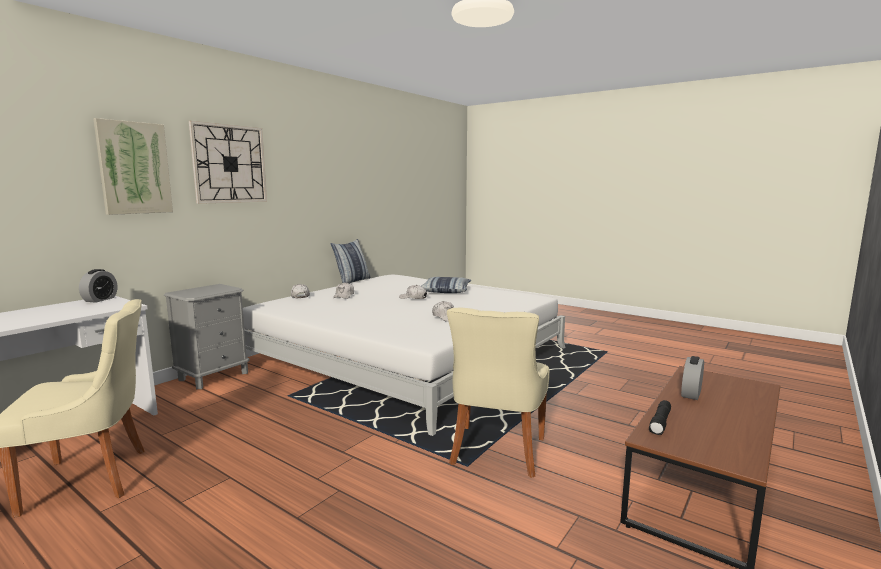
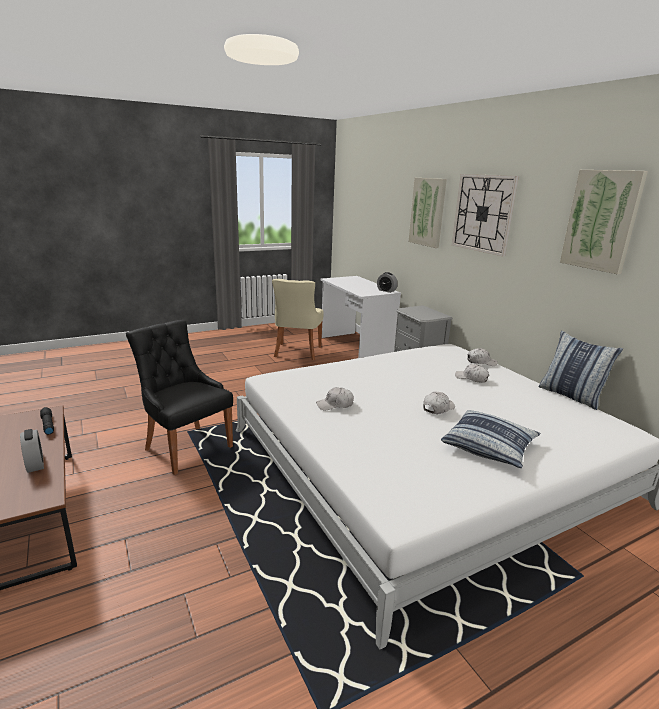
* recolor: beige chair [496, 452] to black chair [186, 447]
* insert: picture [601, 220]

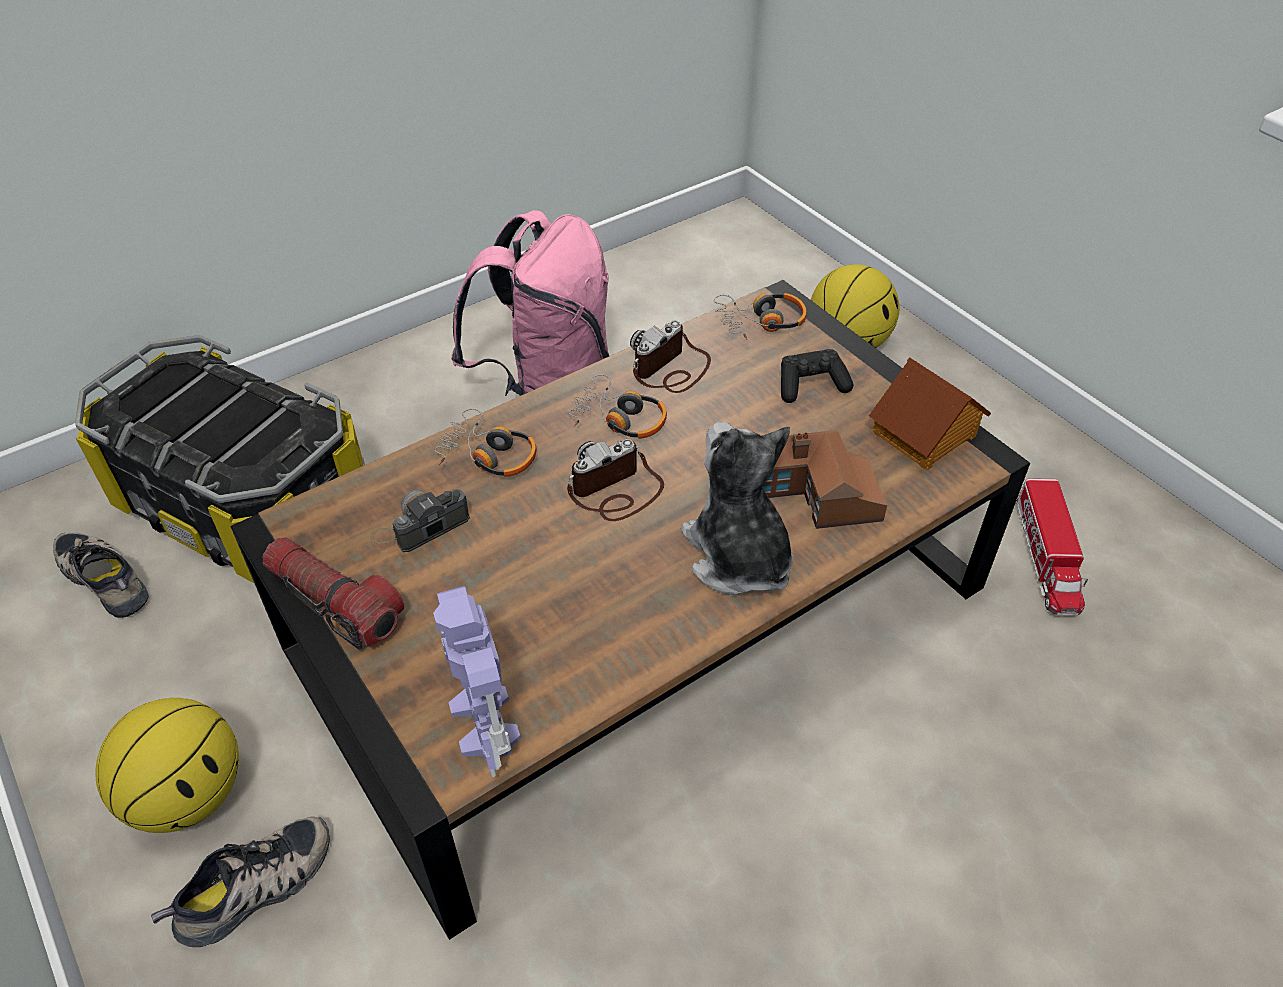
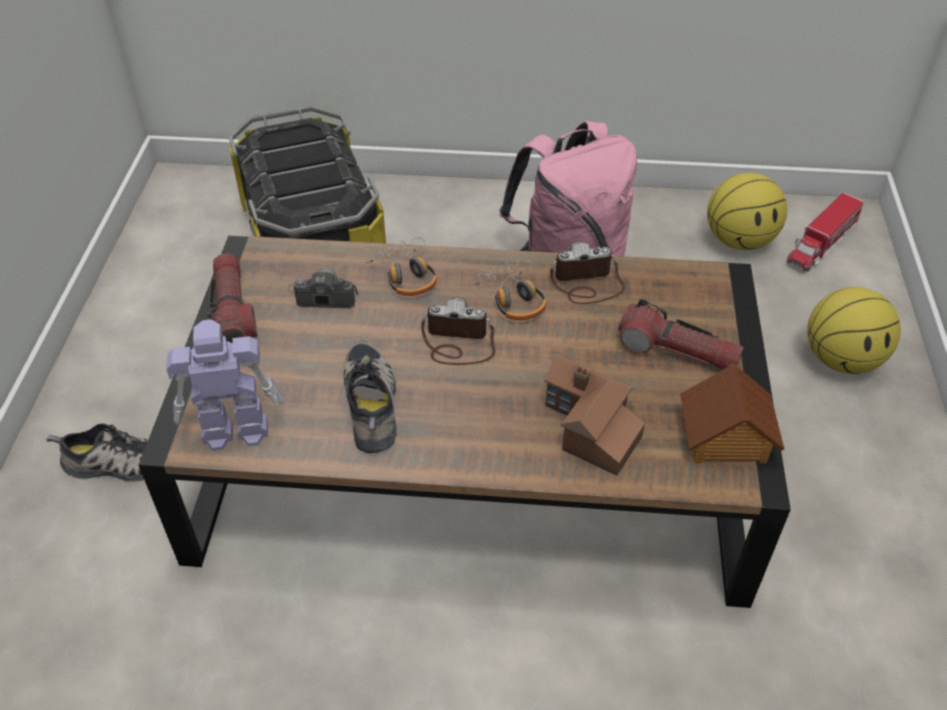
* delete: headphones [760, 322]
* replace: black game controller [810, 385] to flashlight [677, 351]
* delete: plush toy [738, 556]
* move: toy truck [1046, 558] to [821, 243]
* move: shoe [107, 578] to [373, 403]
* rotate: toy robot [485, 724] = [233, 431] 60 degrees clockwise
* move: basketball [190, 794] to [739, 241]

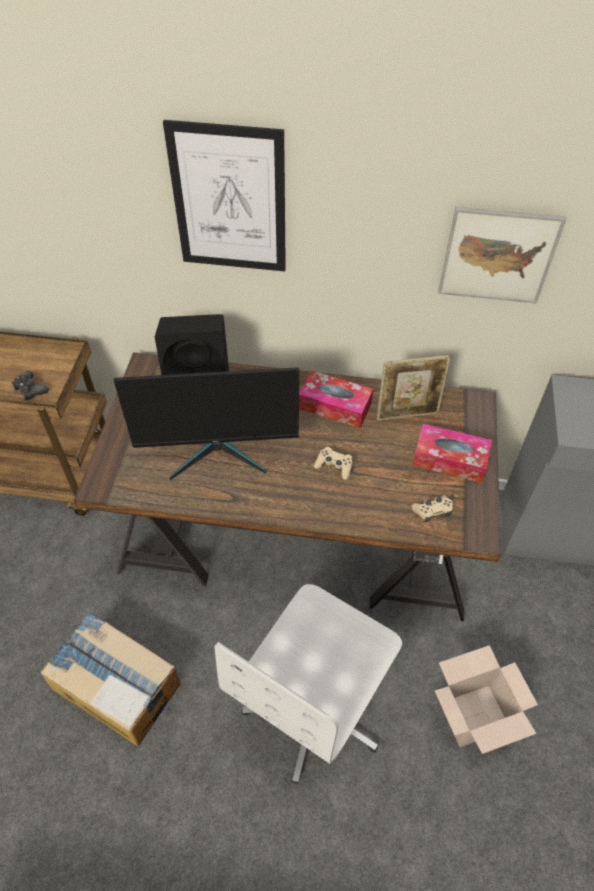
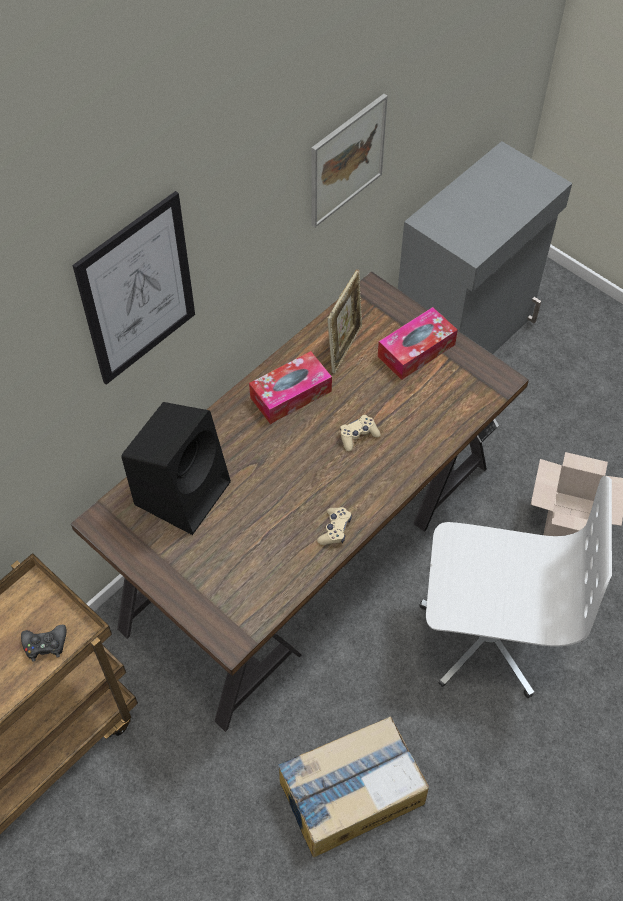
* delete: monitor [218, 452]
* move: beige game controller [432, 511] to [335, 529]
* rotate: white office chair [315, 709] = [487, 634] 60 degrees counterclockwise

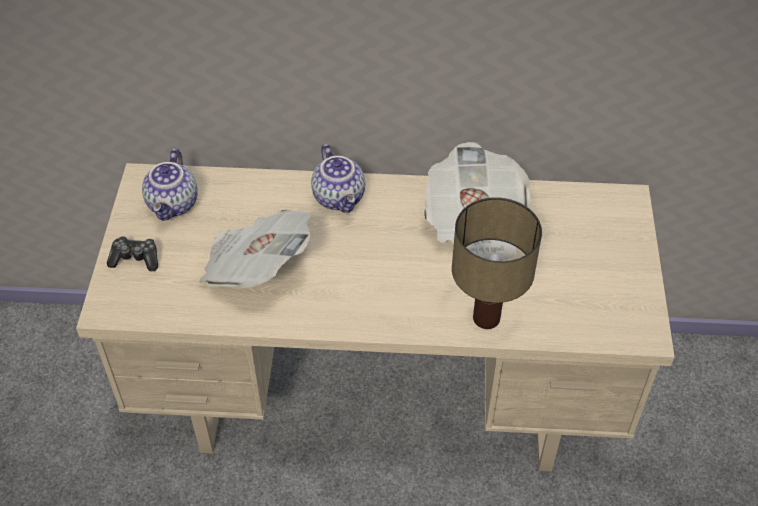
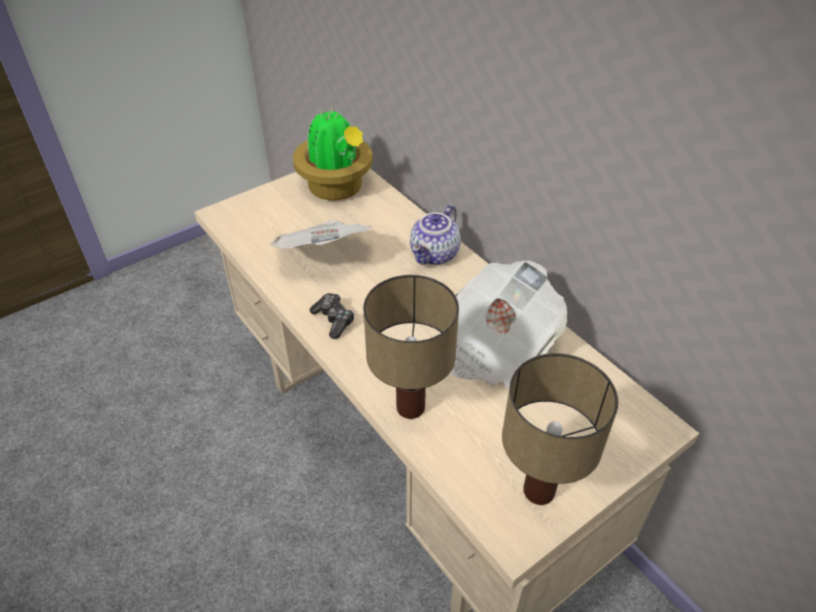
* replace: teapot [174, 205] to potted plant [337, 188]
* move: game controller [135, 259] to [334, 320]
* insert: table lamp [539, 492]

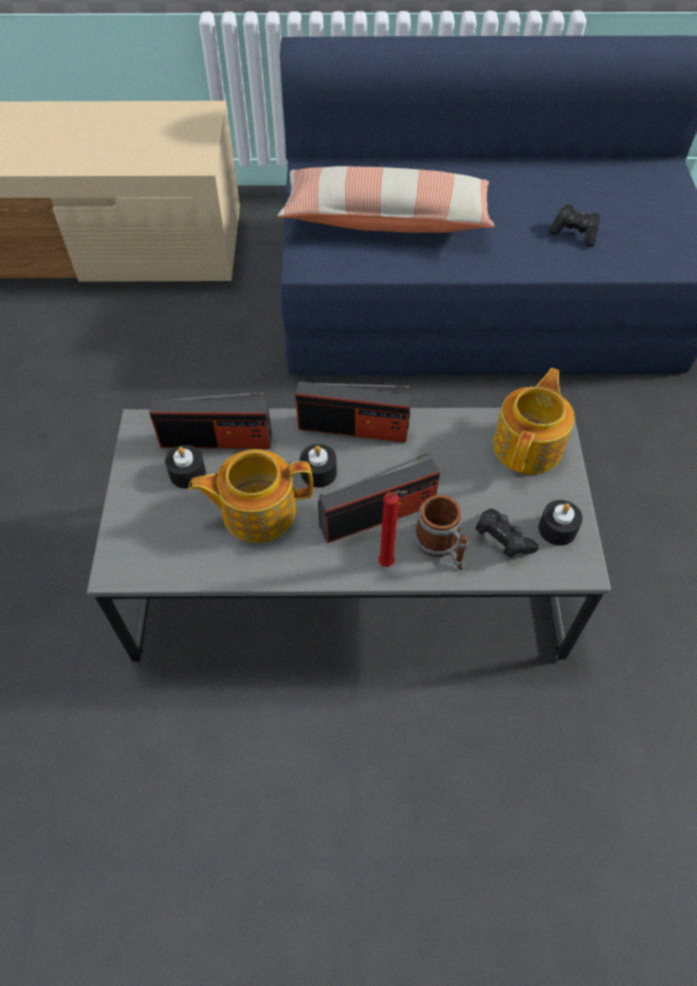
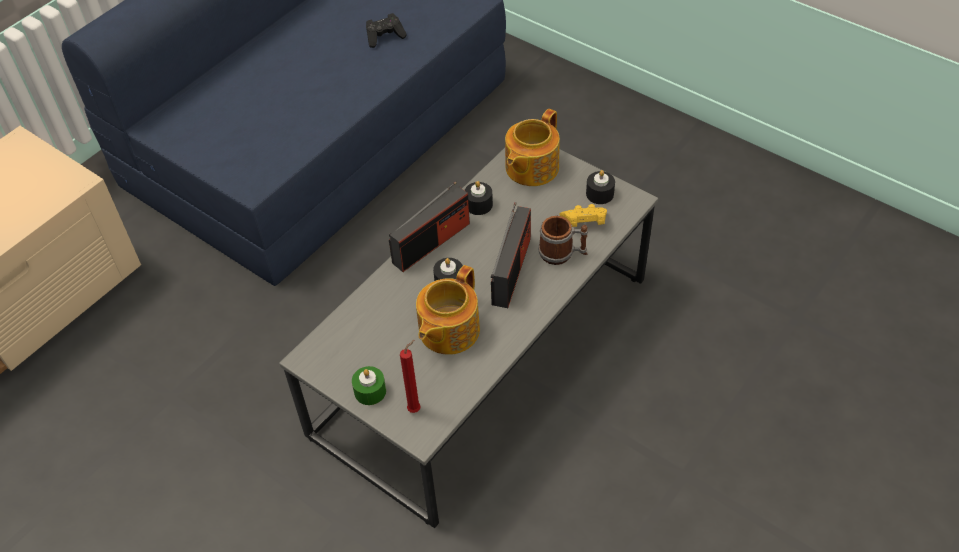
* delete: pillow [386, 219]
* rotate: teapot [529, 445] = [530, 168] 120 degrees counterclockwise
* delete: radio [216, 440]
* move: black candle [187, 473] to [478, 204]
* move: red candle [388, 563] to [416, 408]
* recolor: black game controller [502, 540] to yellow game controller [584, 223]
* insert: green candle [370, 391]

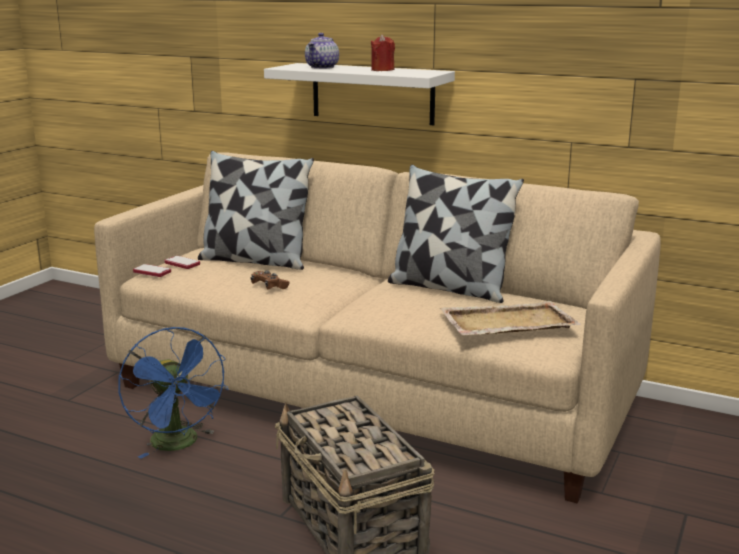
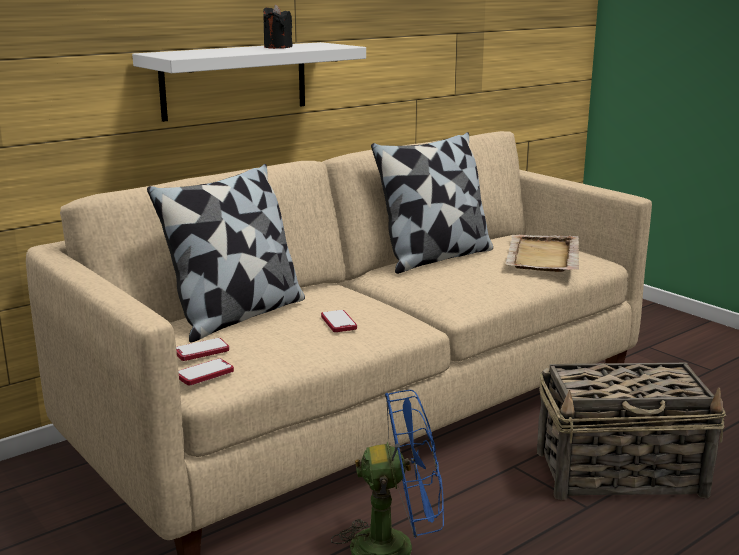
* delete: teapot [322, 67]
* recolor: red candle [382, 70] to black candle [278, 47]
* replace: brown game controller [269, 286] to phone [338, 322]

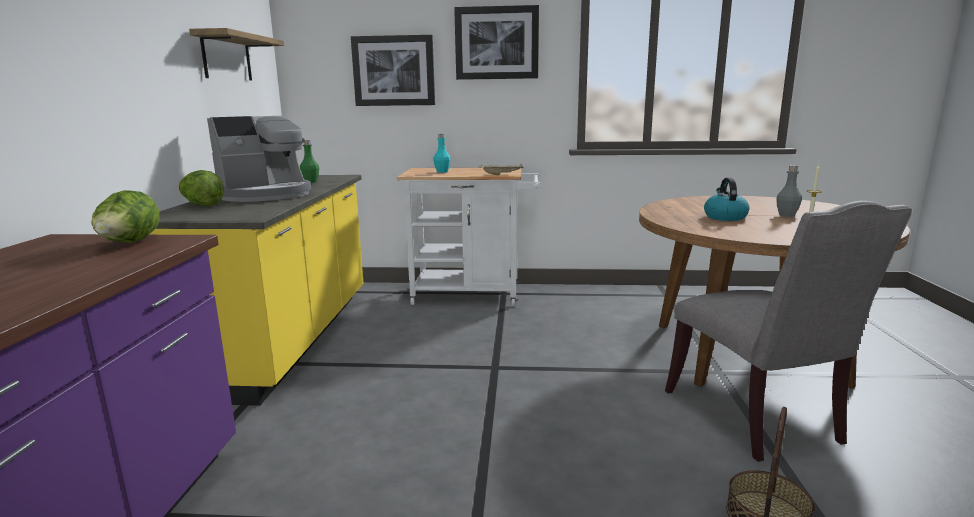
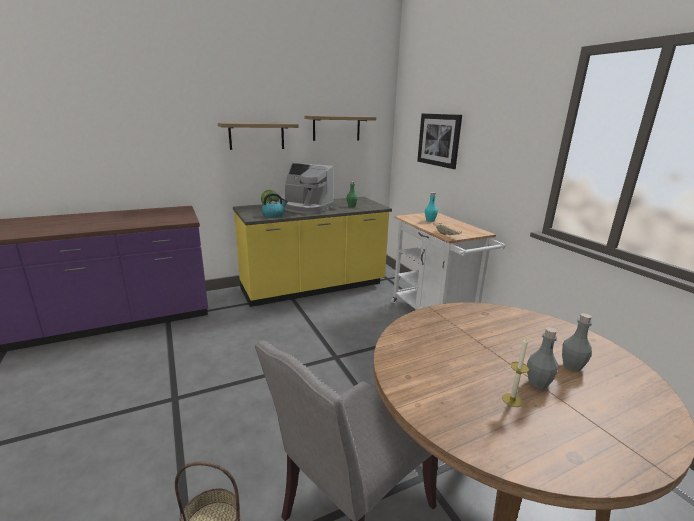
* delete: picture [496, 43]
* move: kettle [724, 217] to [274, 215]
* delete: lettuce [129, 243]
* insert: shelf [256, 136]
* insert: grey bottle [572, 366]

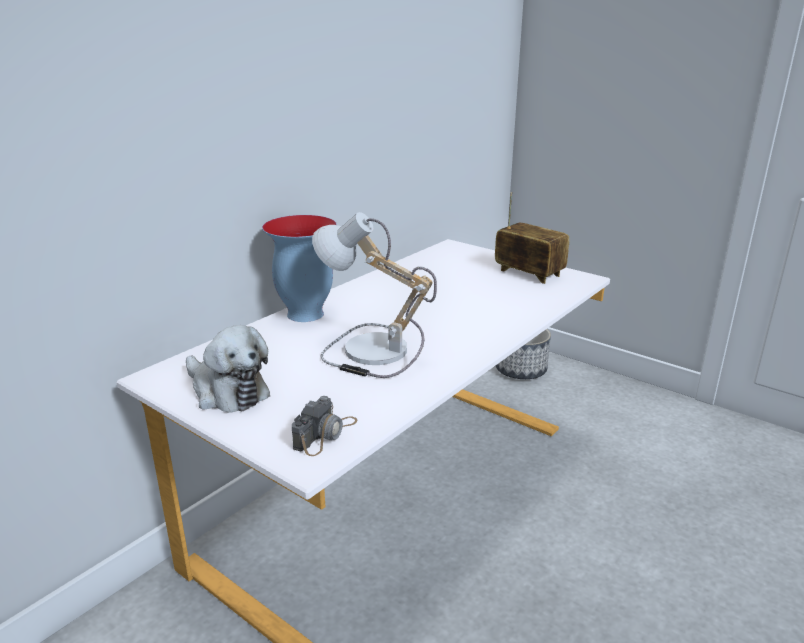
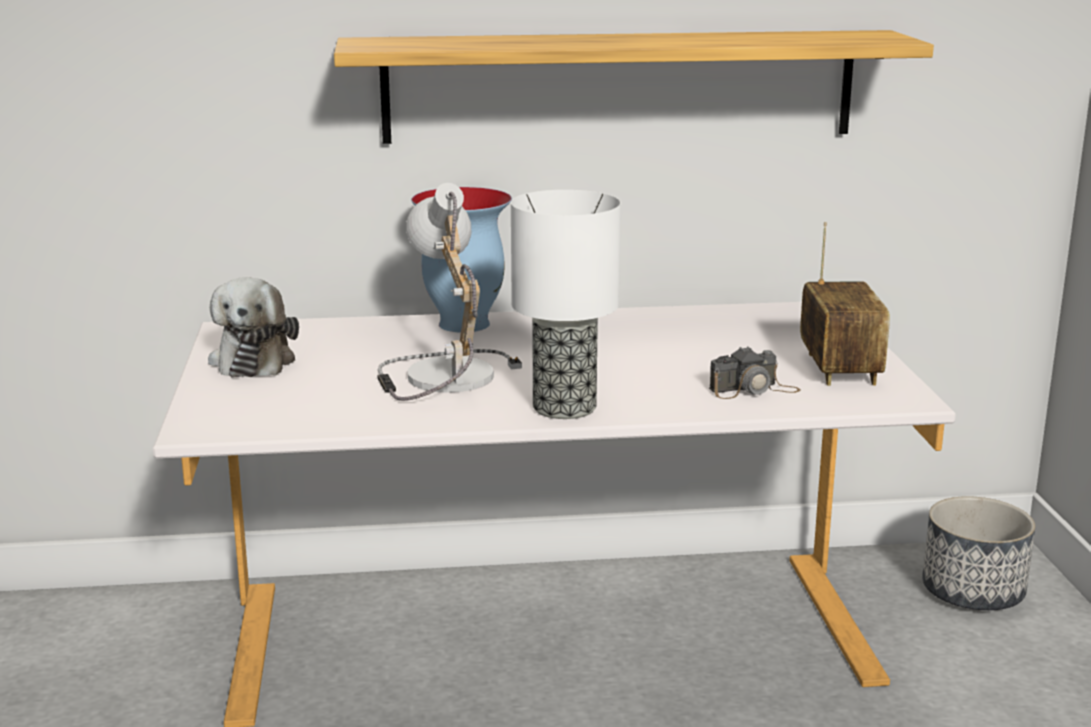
* move: photo camera [325, 434] to [754, 390]
* insert: shelf [619, 86]
* insert: table lamp [564, 408]

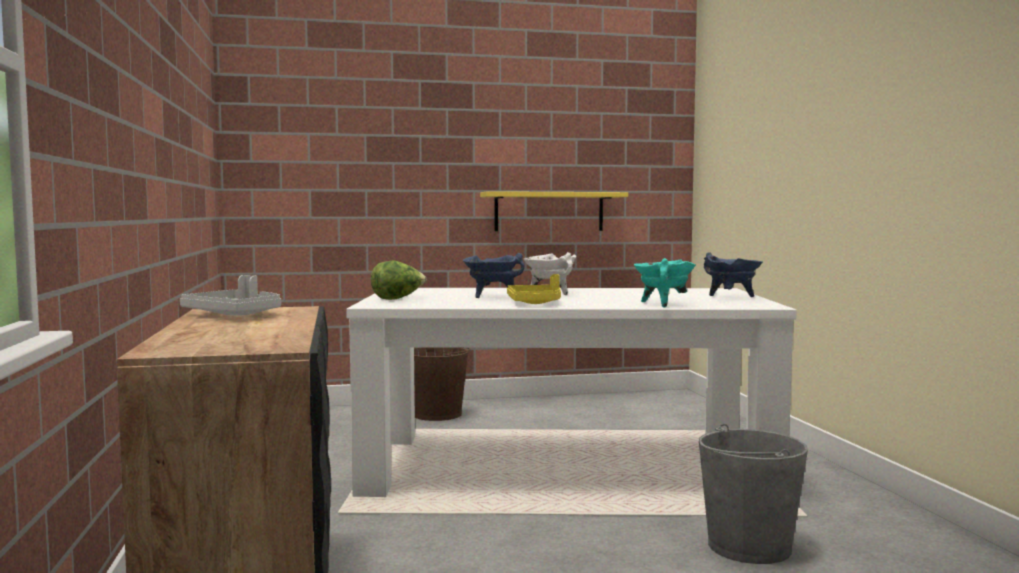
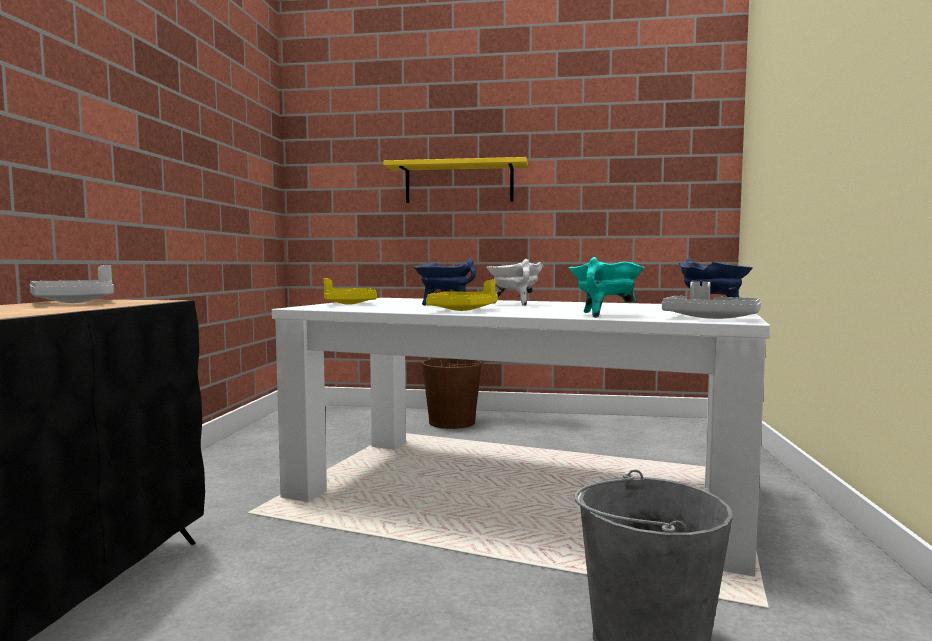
* move: yellow shelf [549, 211] to [459, 183]
* replace: lettuce [397, 299] to yellow tray [348, 304]
* insert: grey tray [710, 318]

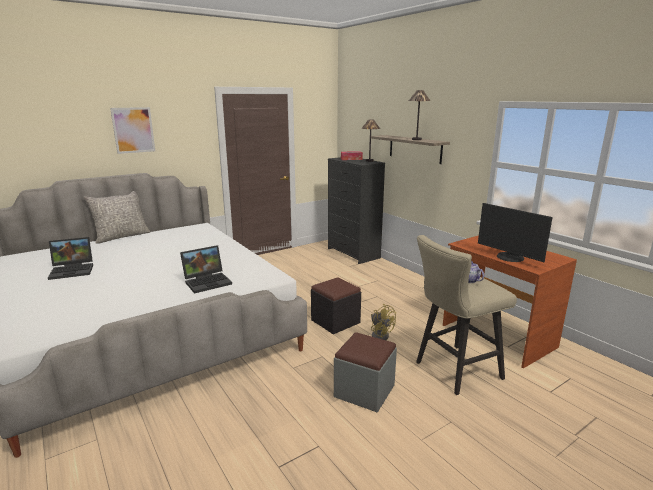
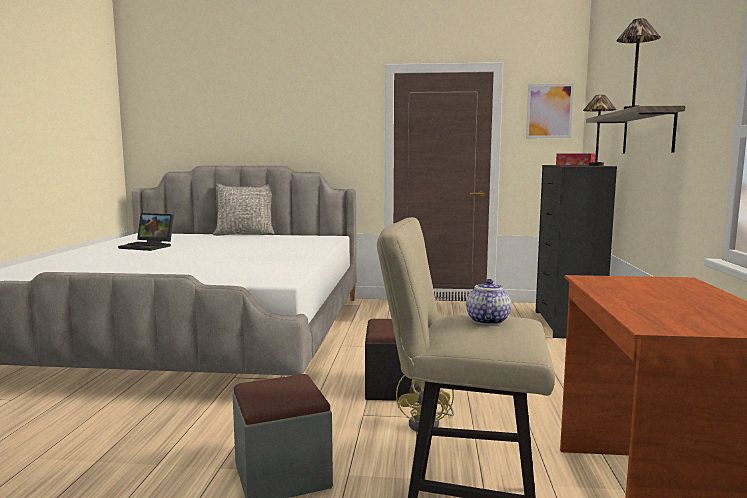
* move: picture [133, 130] to [549, 111]
* delete: monitor [509, 257]
* delete: laptop [208, 281]

